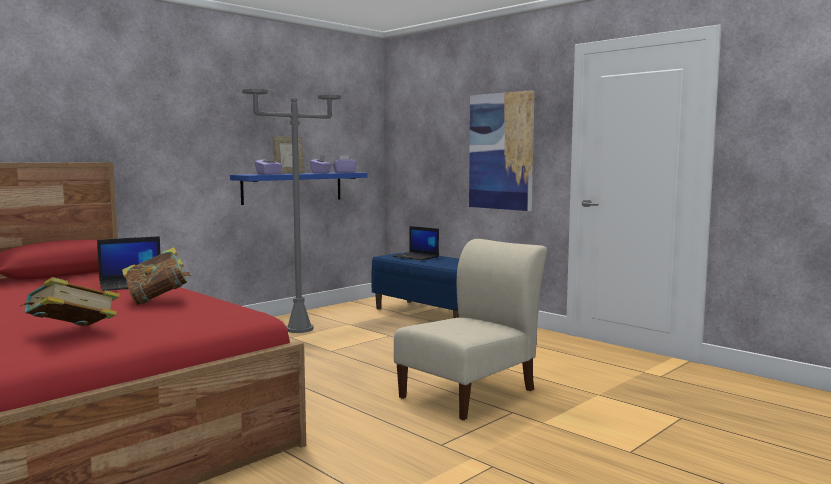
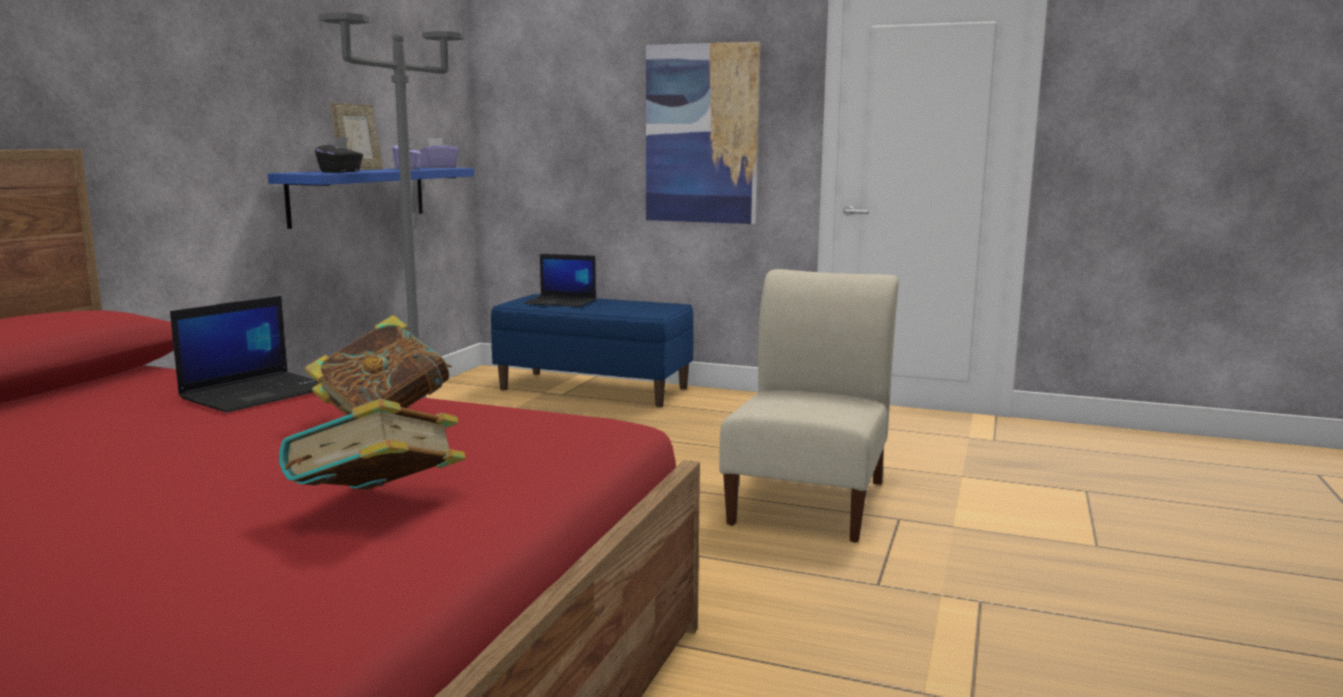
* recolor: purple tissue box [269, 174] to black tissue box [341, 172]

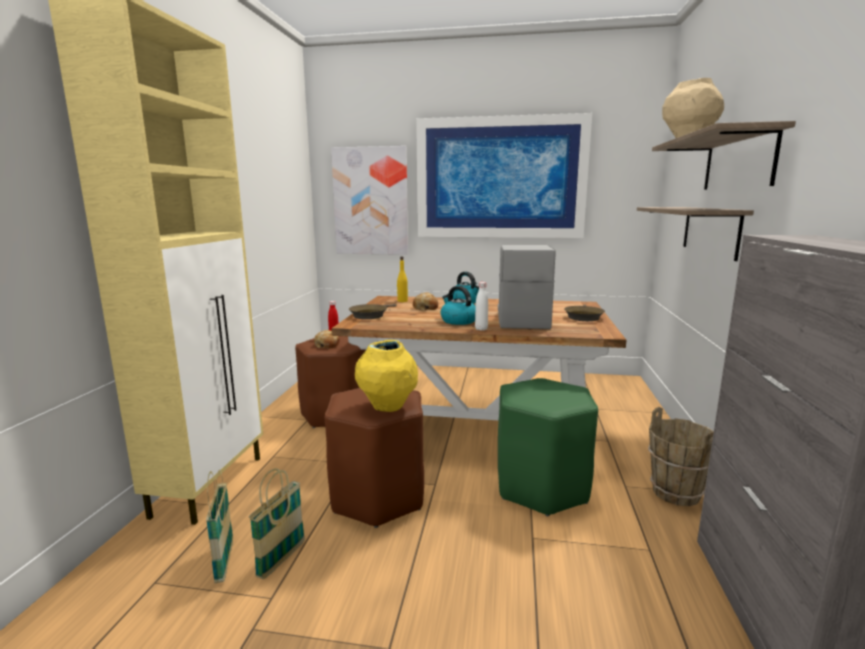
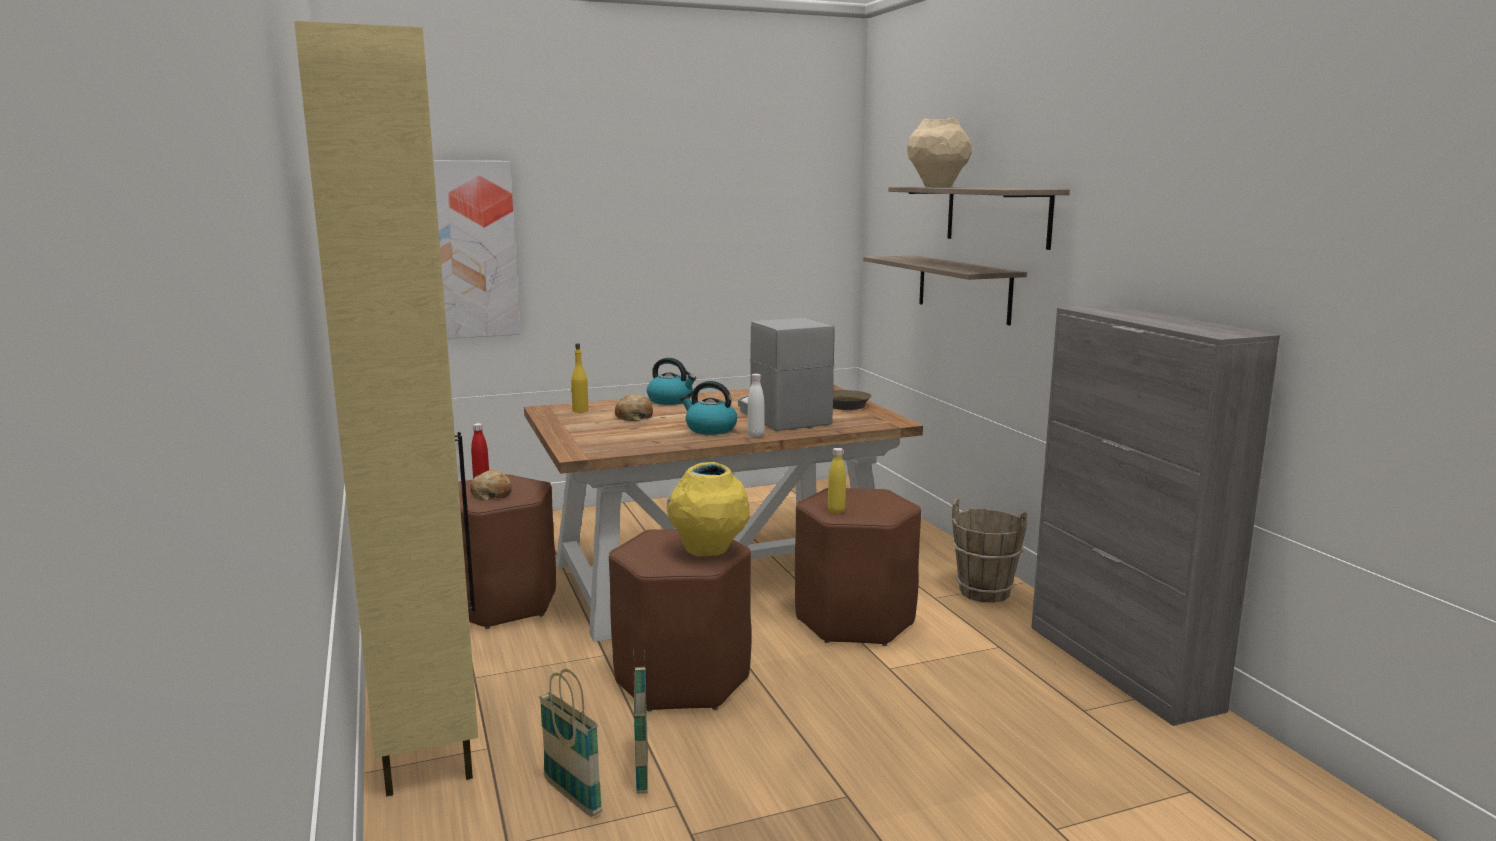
* delete: picture [500, 178]
* delete: brown frying pan [370, 315]
* recolor: green stool [541, 487] to brown stool [854, 621]
* insert: yellow bottle [836, 511]

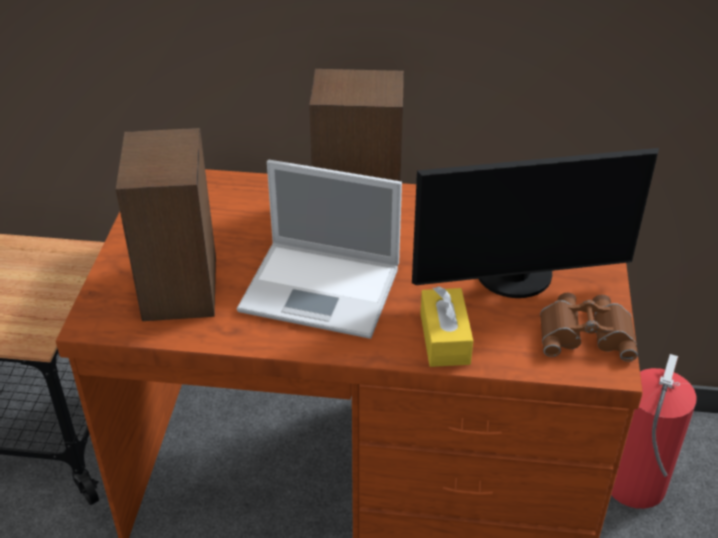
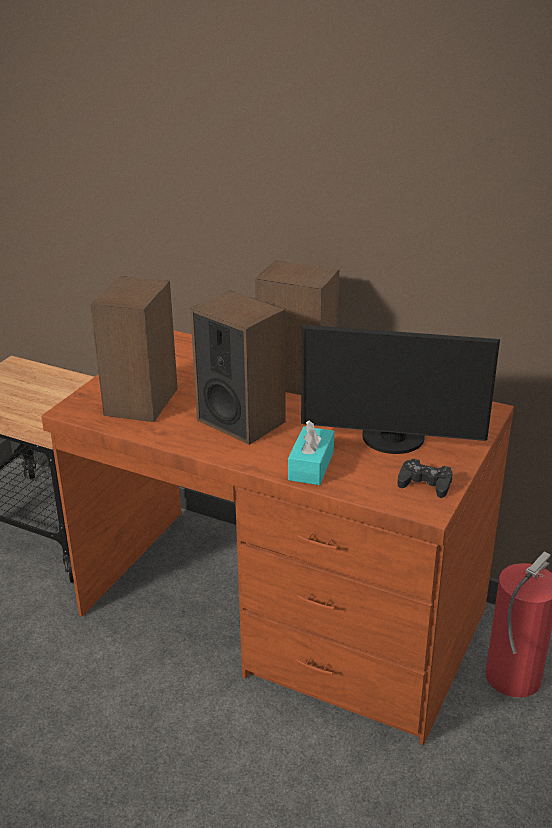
* replace: laptop [323, 289] to speaker [241, 420]
* recolor: yellow tissue box [444, 338] to turquoise tissue box [311, 466]
* replace: brown binoculars [586, 332] to black game controller [425, 483]

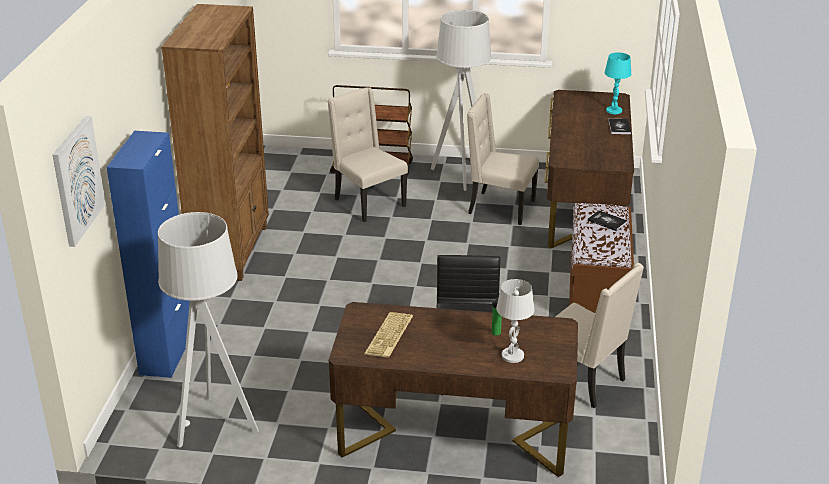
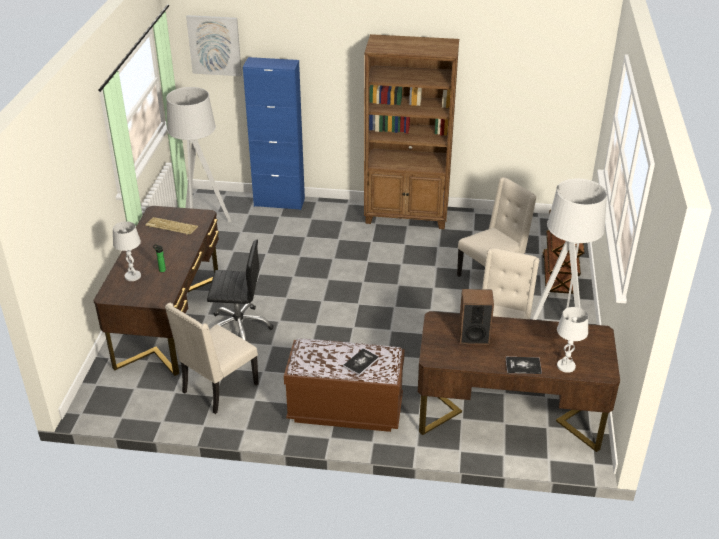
* recolor: turquoise table lamp [613, 110] to white table lamp [566, 366]
* insert: speaker [473, 336]

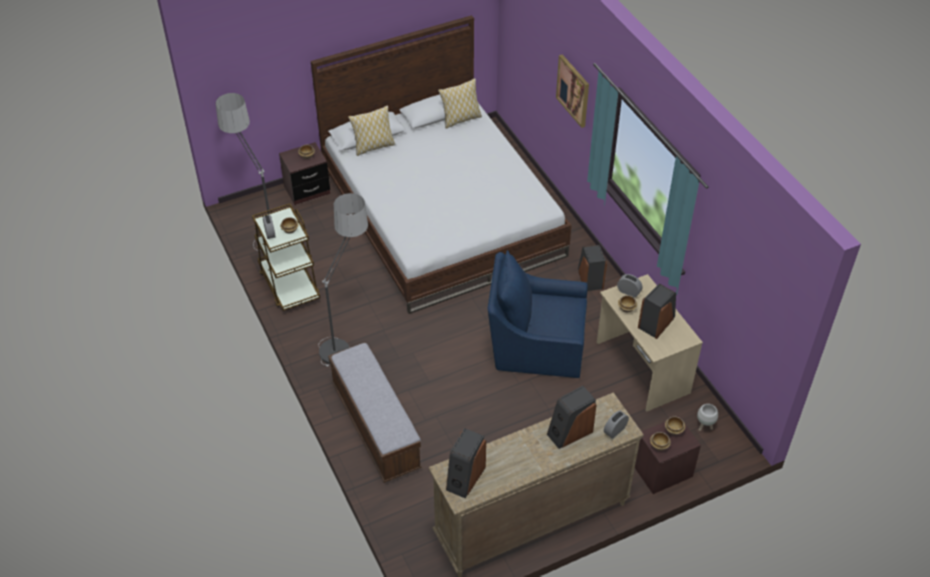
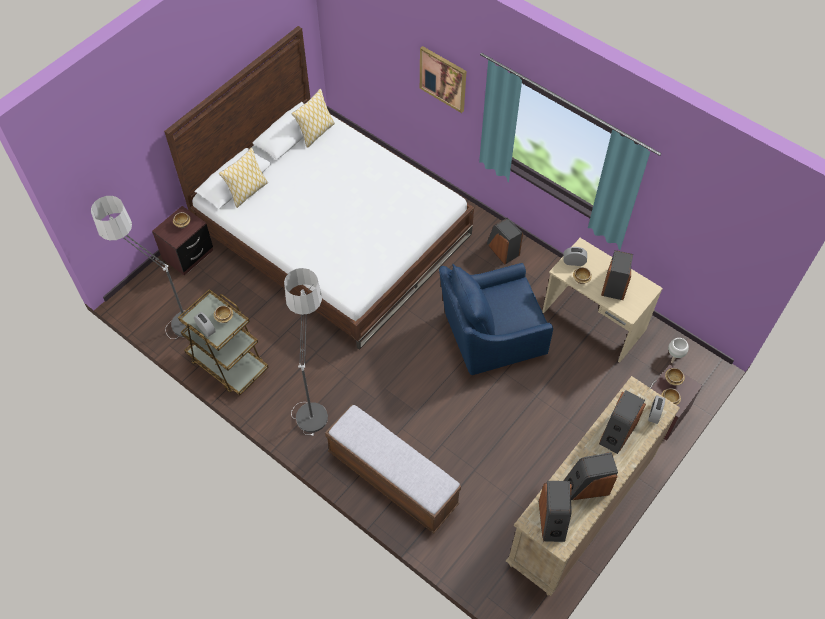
* insert: speaker [586, 486]

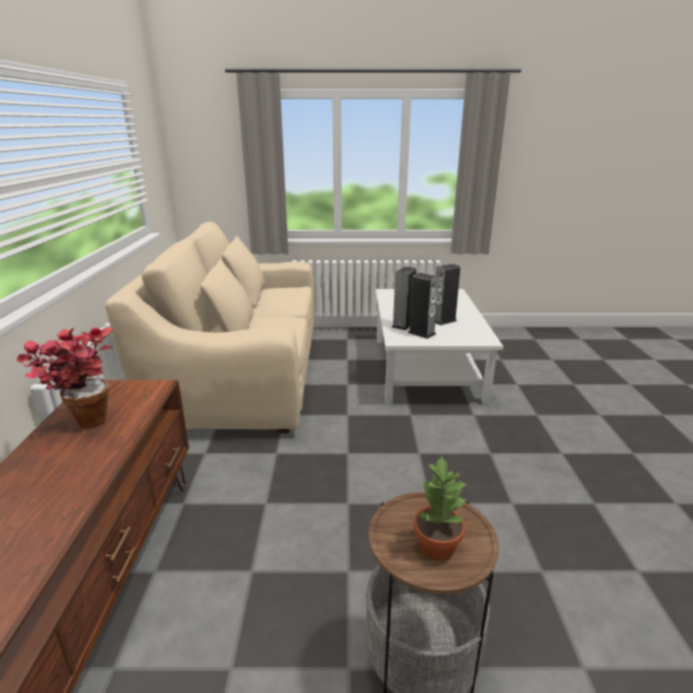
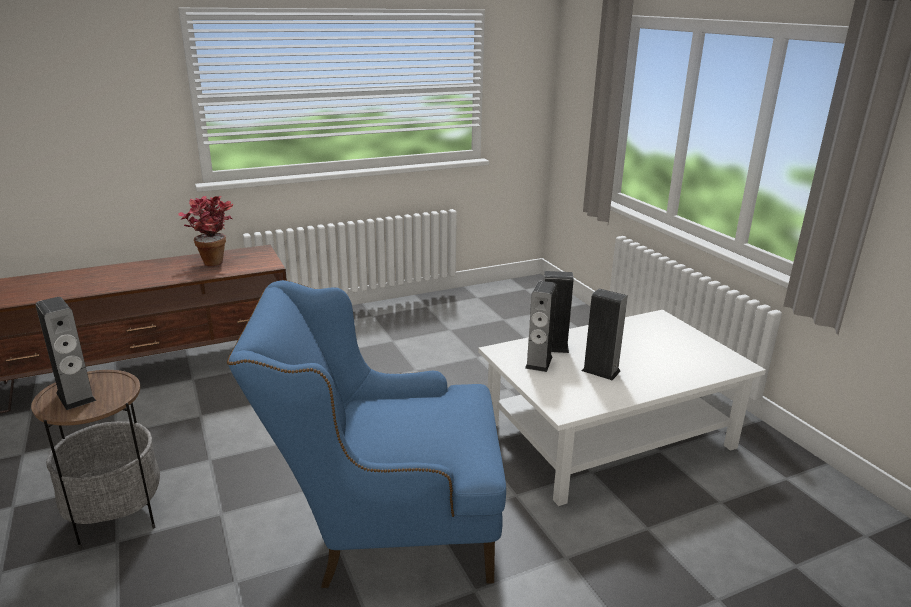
* delete: beige sofa [243, 375]
* replace: potted plant [436, 545] to speaker [76, 397]
* insert: blue armchair [385, 528]

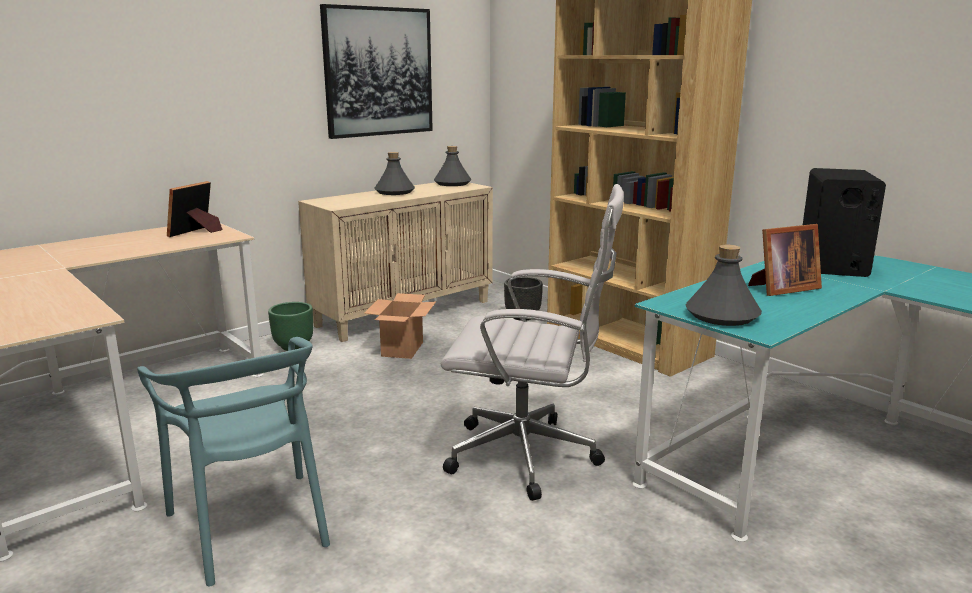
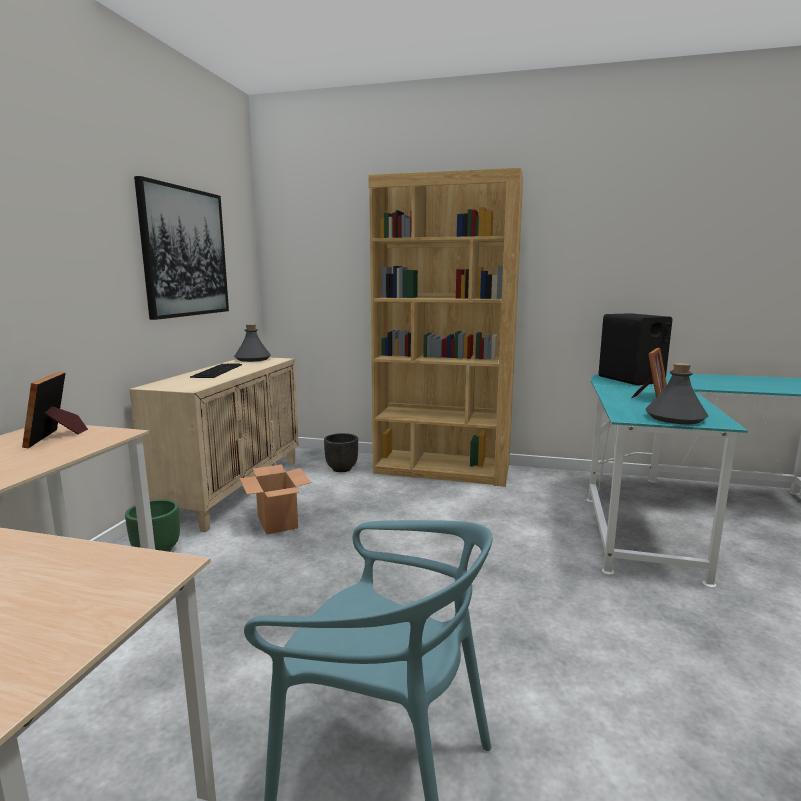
* replace: grey bottle [394, 192] to keyboard [216, 370]
* delete: white office chair [530, 457]

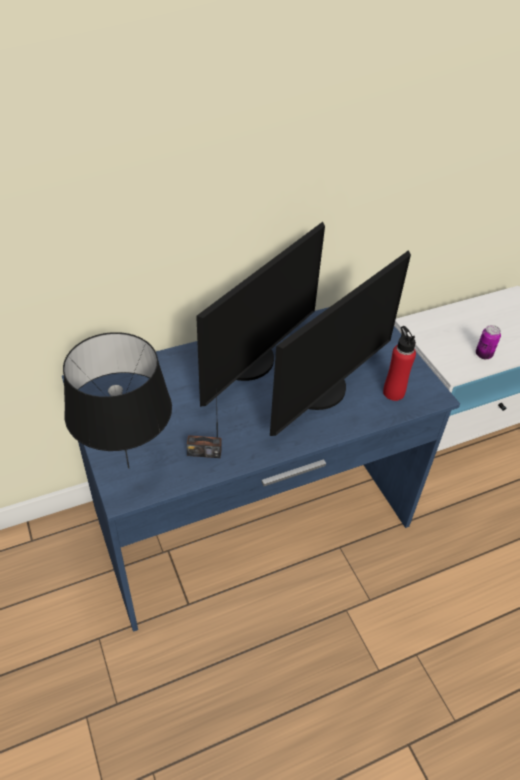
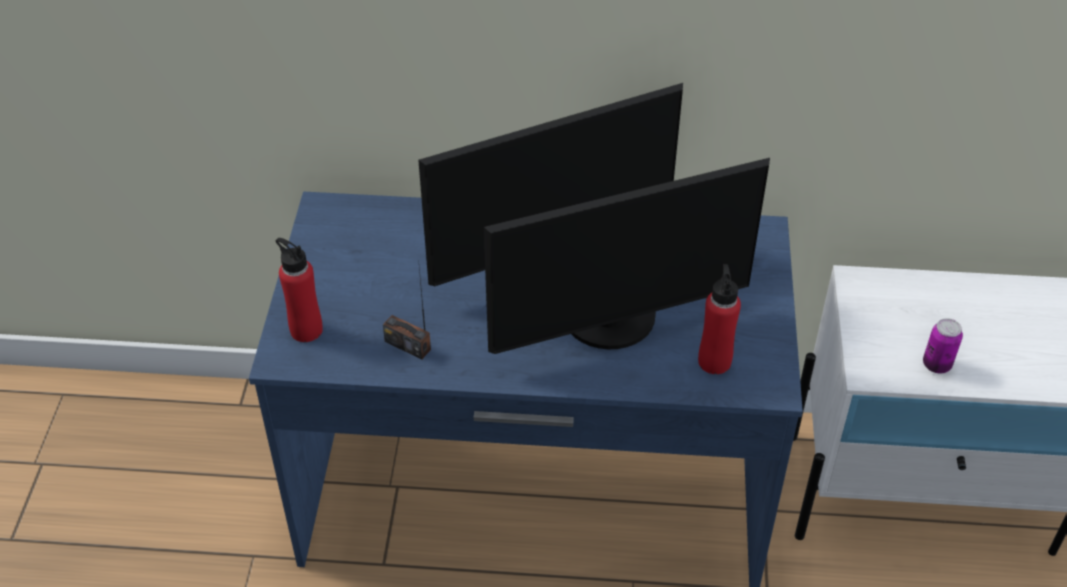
* replace: black table lamp [127, 468] to red bottle [306, 330]

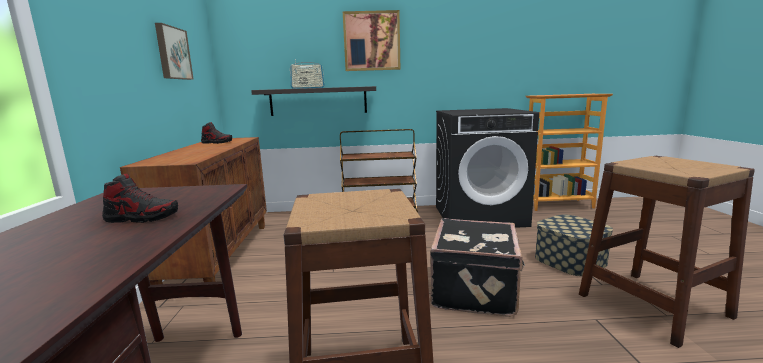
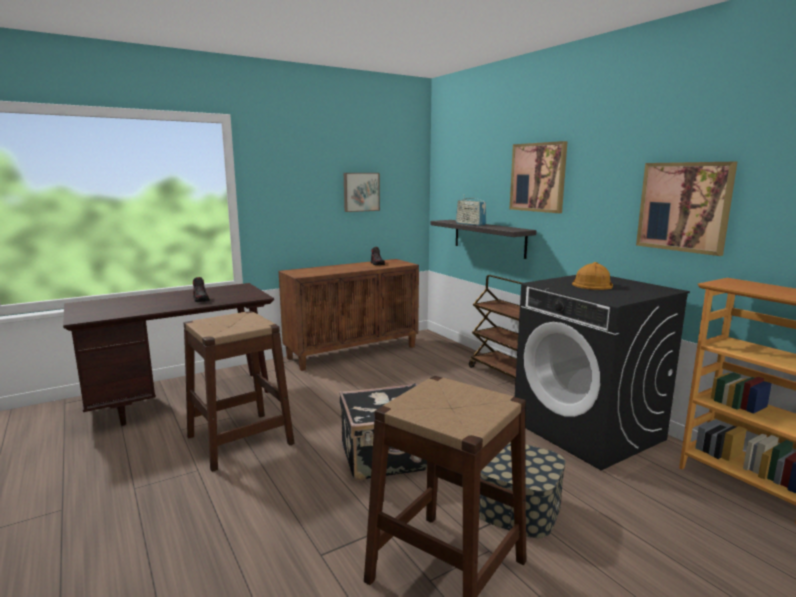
* insert: picture [684, 207]
* insert: orange hard hat [593, 284]

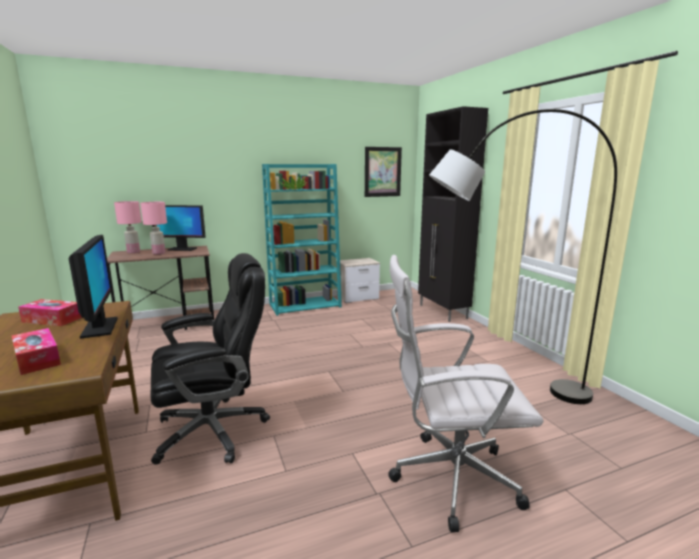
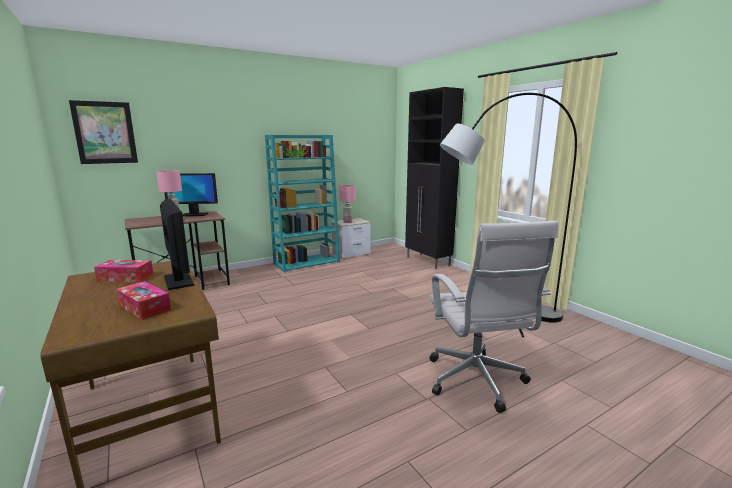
* move: picture [382, 172] to [105, 133]
* move: pink table lamp [133, 252] to [347, 222]
* delete: black office chair [214, 430]
* rotate: white office chair [448, 478] = [477, 382] 90 degrees counterclockwise

